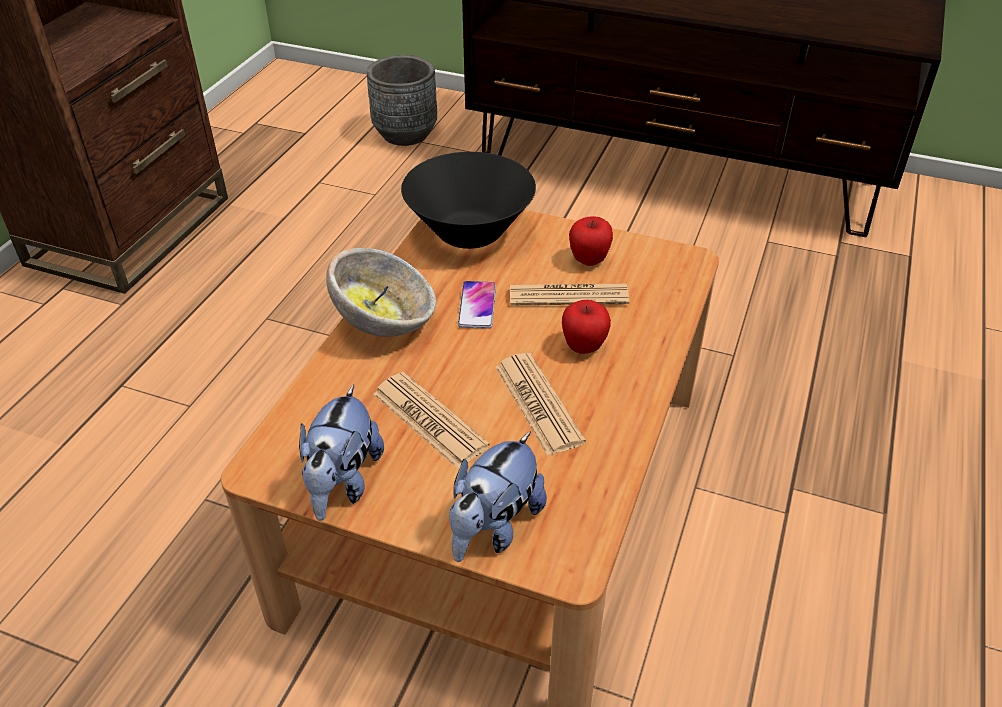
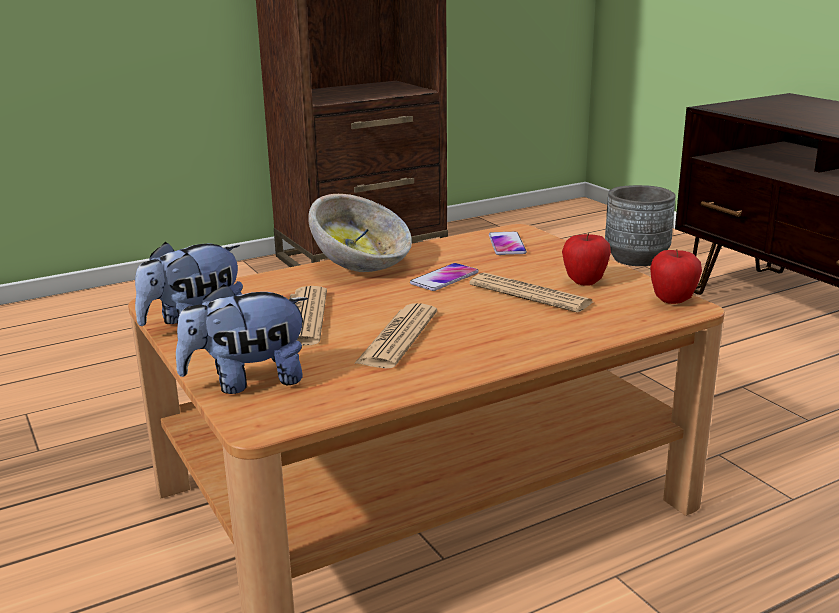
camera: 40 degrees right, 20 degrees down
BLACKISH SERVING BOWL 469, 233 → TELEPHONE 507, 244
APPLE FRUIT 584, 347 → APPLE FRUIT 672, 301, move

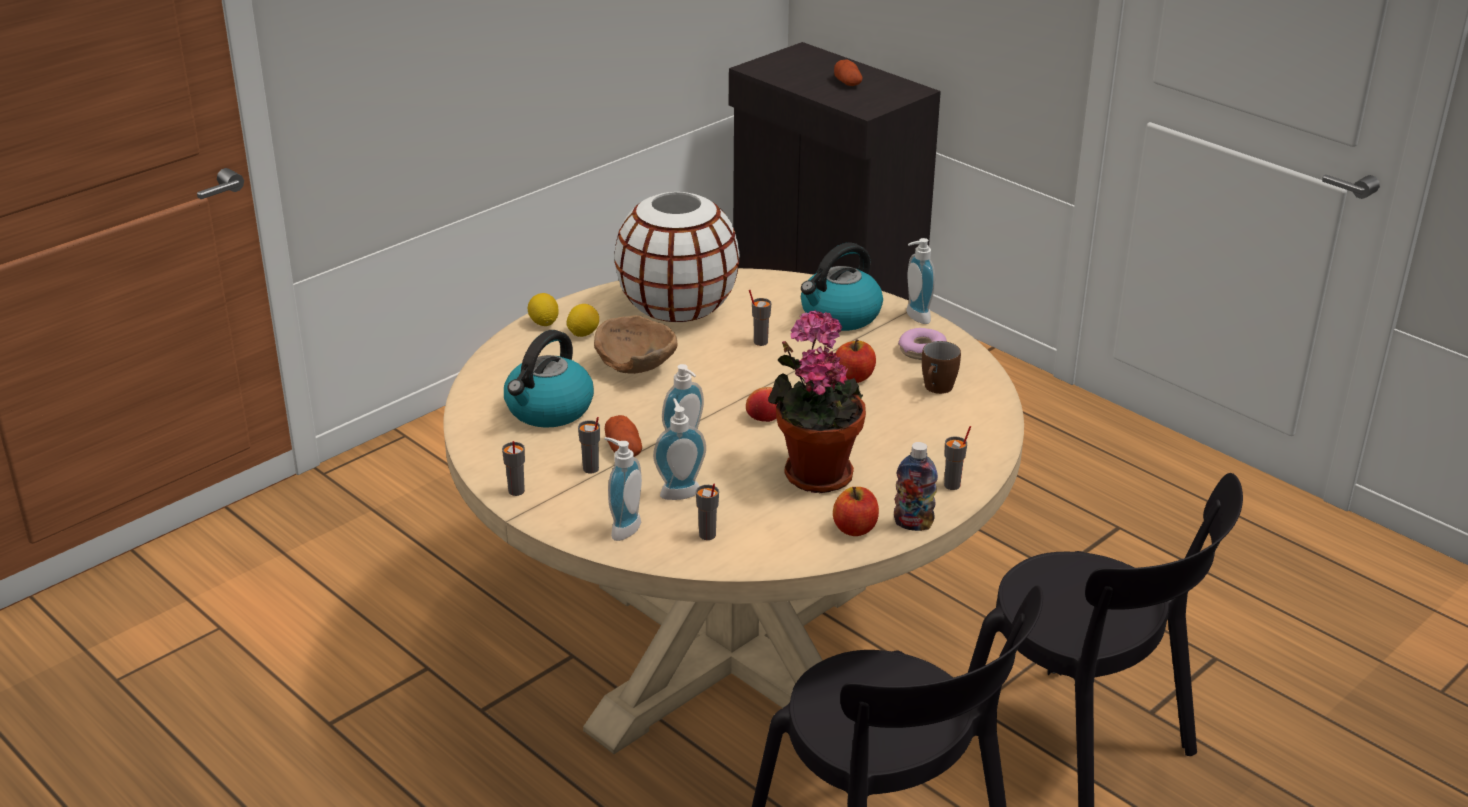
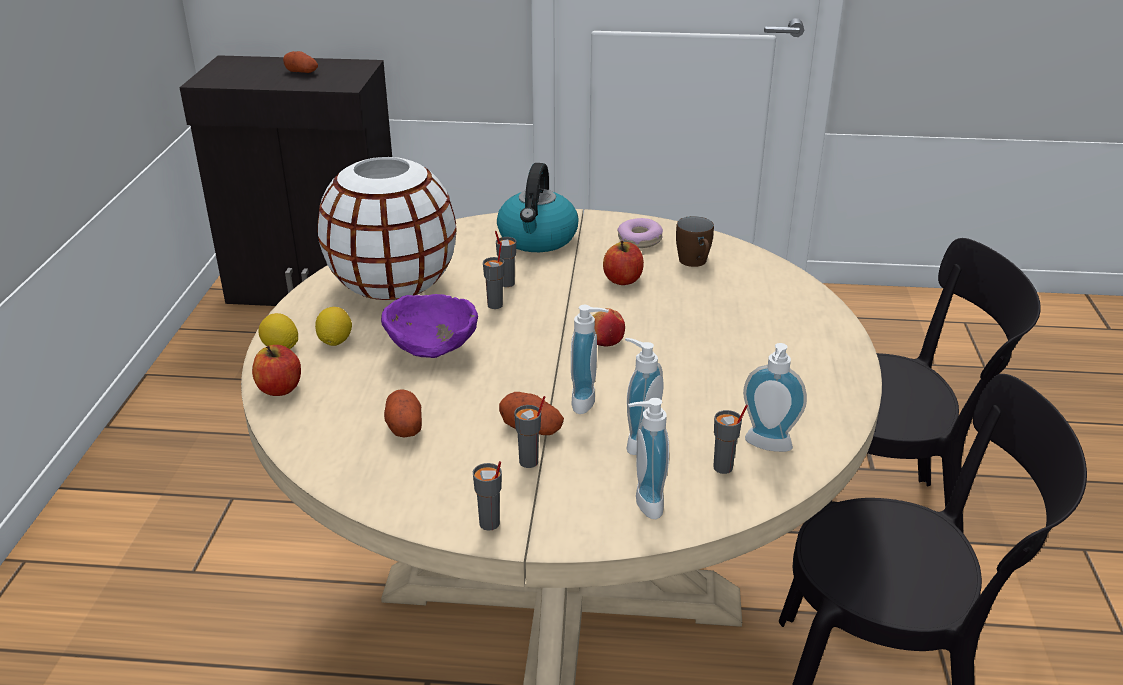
camera: 40 degrees left, 0 degrees up
LIQUID SOAP BOTTLE 914, 317 → LIQUID SOAP BOTTLE 767, 447, move
POTTED PLANT 814, 472 → -
BROWN-COLOURED SERVING BOWL 638, 368 → PURPLE-COLOURED SERVING BOWL 434, 349
TEA KETTLE 548, 410 → POTATO 404, 426
GREY SMALL CUP 952, 485 → GREY SMALL CUP 495, 305, move
DRINK BOTTLE 913, 524 → -
APPLE FRUIT 855, 528 → APPLE FRUIT 280, 388, move

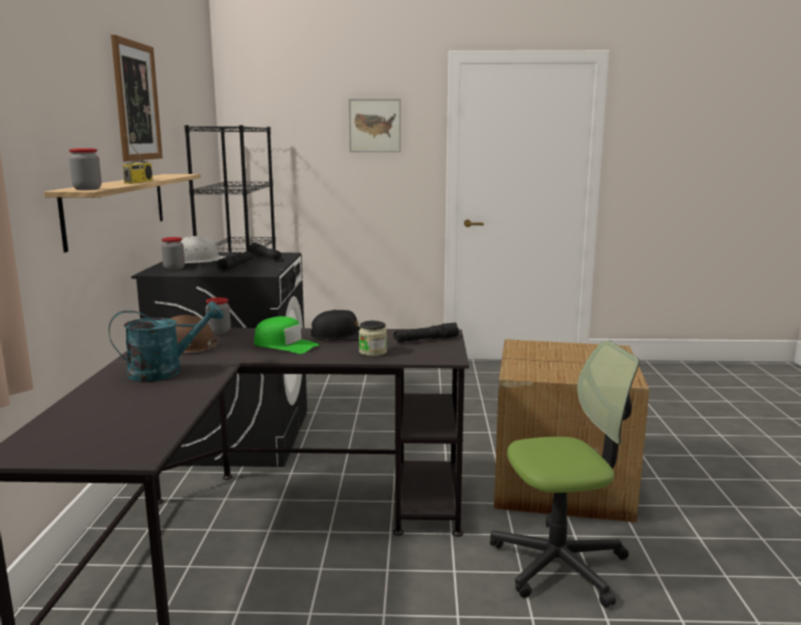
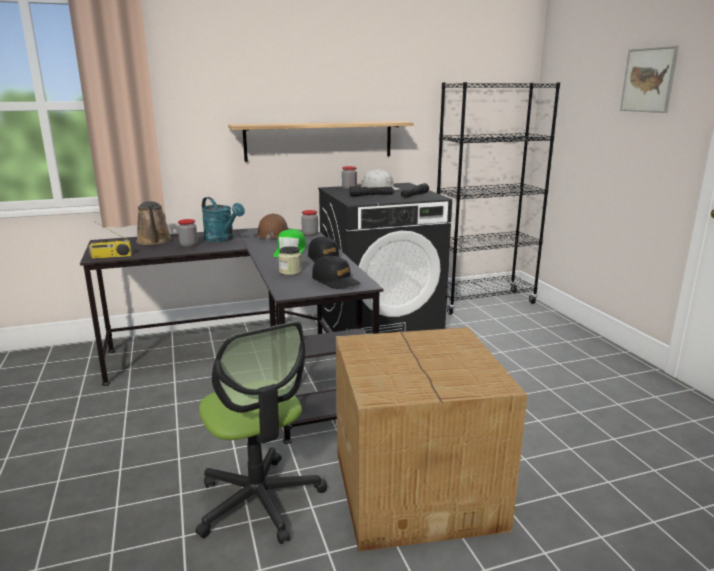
camera: 70 degrees right, 5 degrees up
PICTURE 136, 101 → -
RADIO RECEIVER 139, 182 → RADIO RECEIVER 111, 256, move
PRESERVE JAR 87, 189 → PRESERVE JAR 189, 245, move
BLACKISH HAND TORCH 426, 340 → BLACKISH CAP 336, 281
- → BROWN-COLOURED SPRINKLING CAN 154, 241

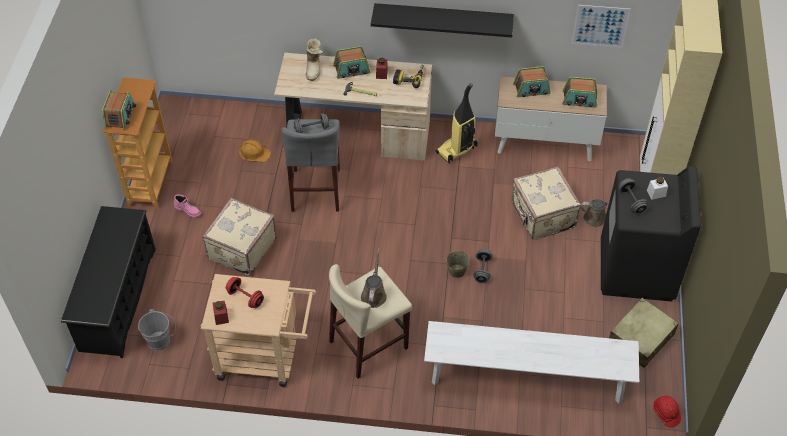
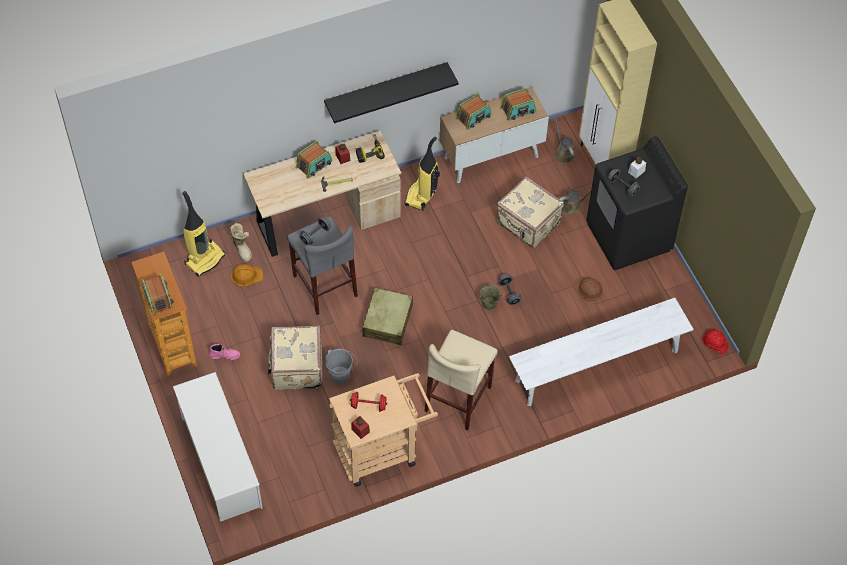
camera: 30 degrees left, 5 degrees up
PICTURE 600, 26 → -
HIGH-TOP BOOT 314, 68 → HIGH-TOP BOOT 242, 249, move
BLACKISH SHOE RACK 117, 299 → WHITE-COLOURED SHOE RACK 221, 461
BROWN-COLOURED SPRINKLING CAN 374, 294 → BROWN-COLOURED SPRINKLING CAN 563, 153, move
BEIGE-COLOURED TRAVEL CASE 641, 338 → BEIGE-COLOURED TRAVEL CASE 388, 321, move
GREY WATER BUCKET 161, 341 → GREY WATER BUCKET 341, 374, move
- → VACUUM CLEANER 204, 259
- → BROWN-COLOURED SAFETY HELMET 588, 289

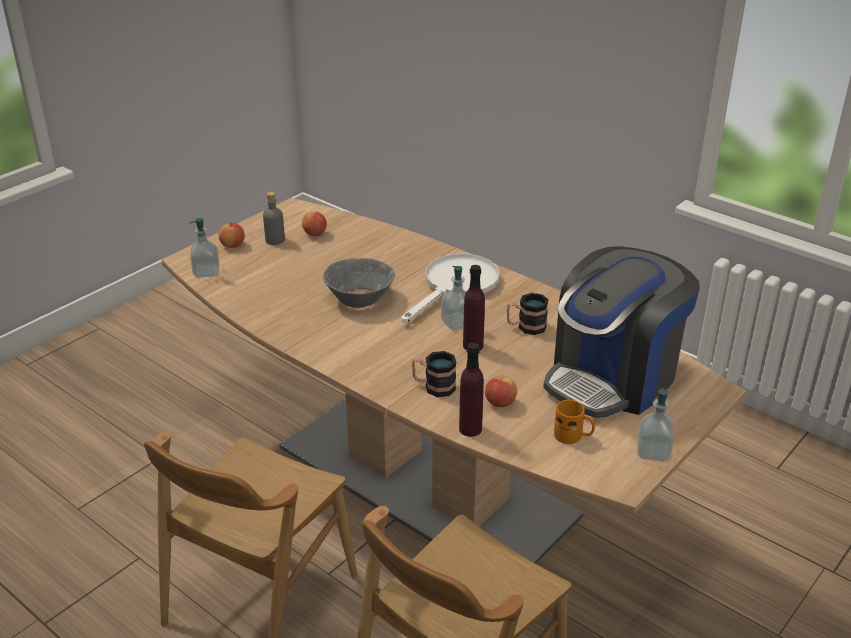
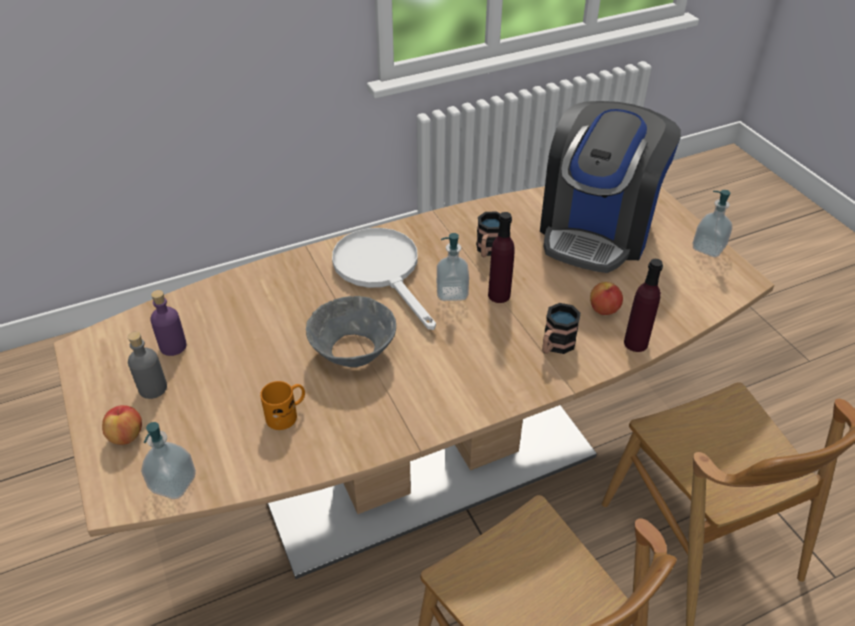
camera: 65 degrees left, 10 degrees up
APPLE FRUIT 315, 234 → PURPLE-COLOURED DRINK BOTTLE 173, 346
COFFEE MACHINE 613, 378 → COFFEE MACHINE 597, 230, 45 degrees clockwise
ORANGE COFFEE MUG 573, 436 → ORANGE COFFEE MUG 287, 414, move

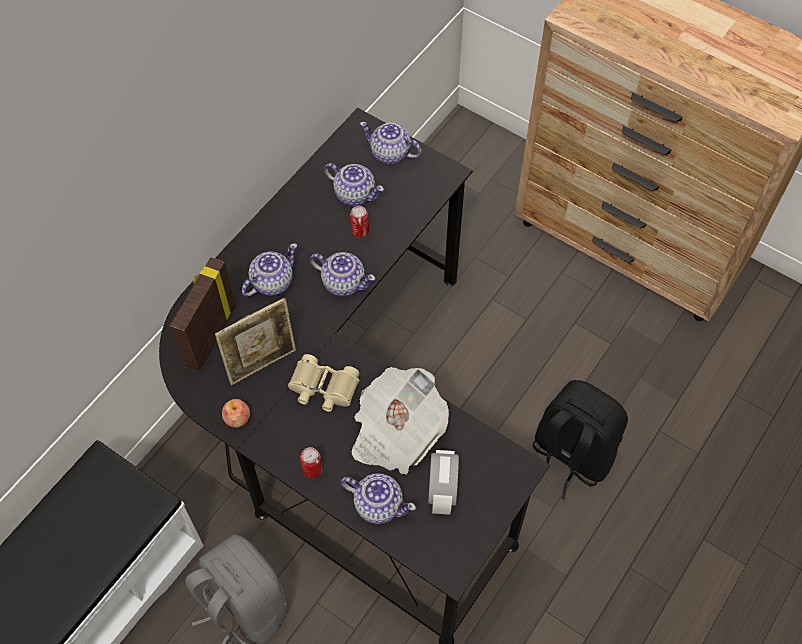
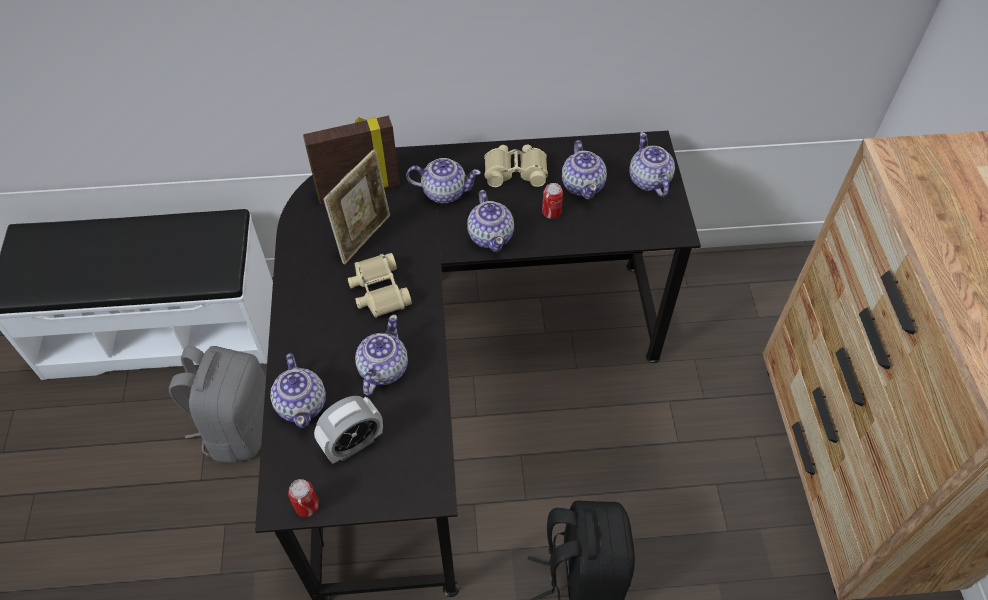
camera: 50 degrees right, 5 degrees down
PHOTO FRAME 262, 363 → PHOTO FRAME 364, 237, 75 degrees counterclockwise
NEWSPAPER 396, 432 → TEAPOT 382, 369
APPLE FRUIT 237, 418 → -
CAN 312, 469 → CAN 307, 506, move
- → BEIGE-COLOURED PAIR OF BINOCULARS 515, 171

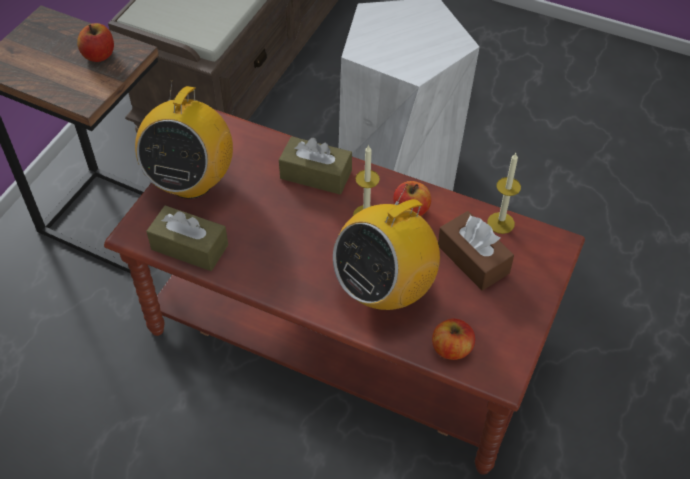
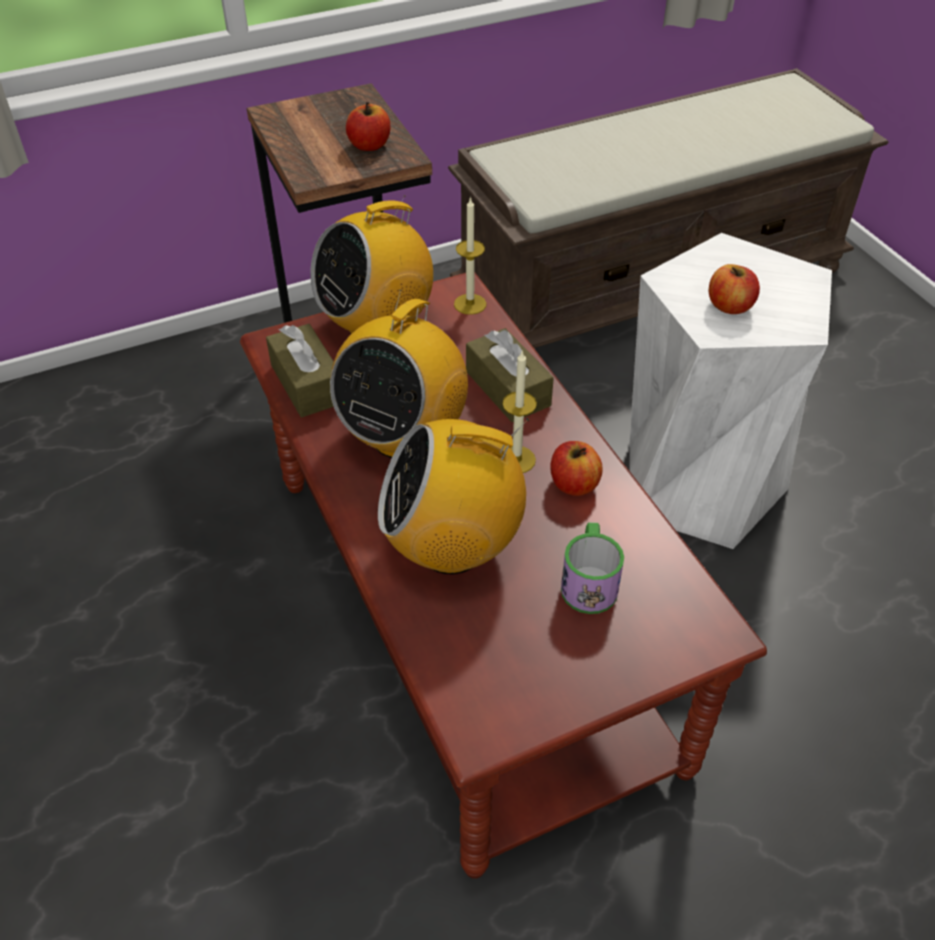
camera: 40 degrees right, 5 degrees down
CANDLE 501, 223 → CANDLE 470, 304, move
BROWN-COLOURED TISSUE BOX 473, 259 → COFFEE MUG 589, 581
APPLE FRUIT 451, 348 → APPLE FRUIT 730, 306, move
- → RADIO RECEIVER 403, 435

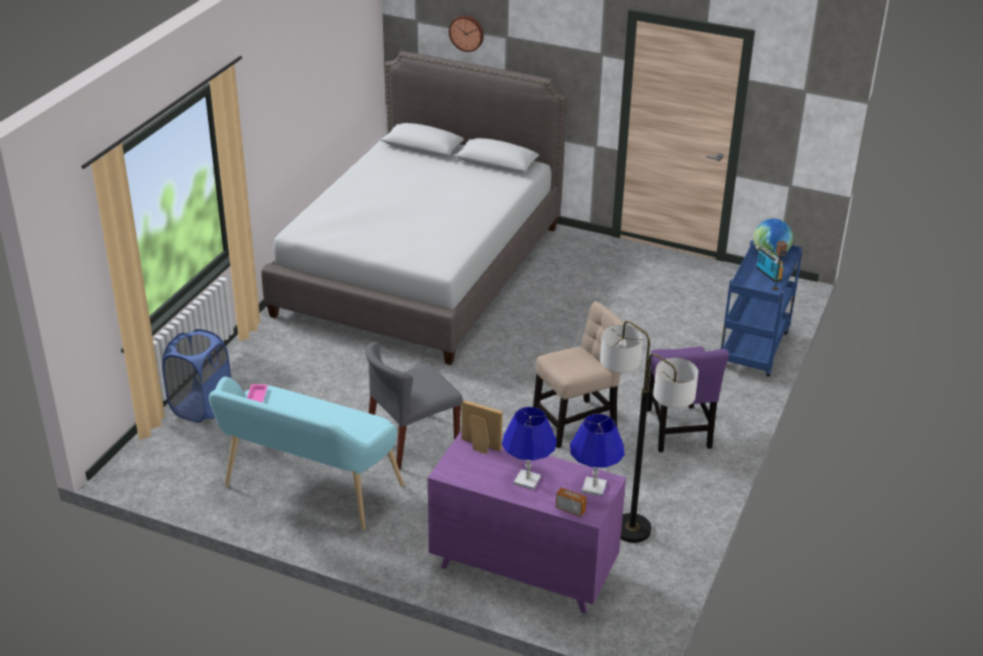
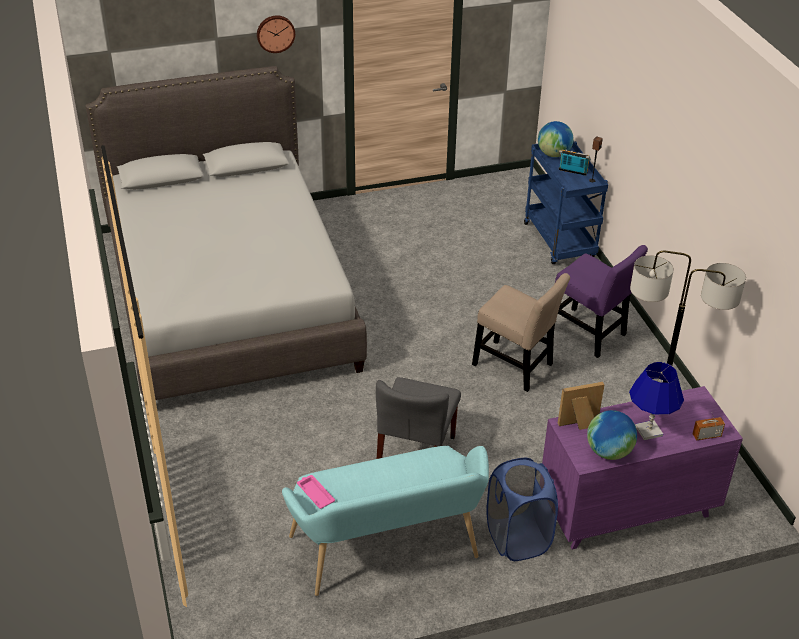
camera: 40 degrees left, 5 degrees up
HANGING CLOCK 467, 33 → HANGING CLOCK 275, 33, move
BEIGE-COLOURED UPRIGHT CHAIR 577, 422 → BEIGE-COLOURED UPRIGHT CHAIR 515, 366, 105 degrees clockwise
BLUE LAUNDRY BASKET 201, 406 → BLUE LAUNDRY BASKET 517, 538, move
BLUE LAMP FOR A TABLE 594, 487 → -
- → GLOBE 609, 452

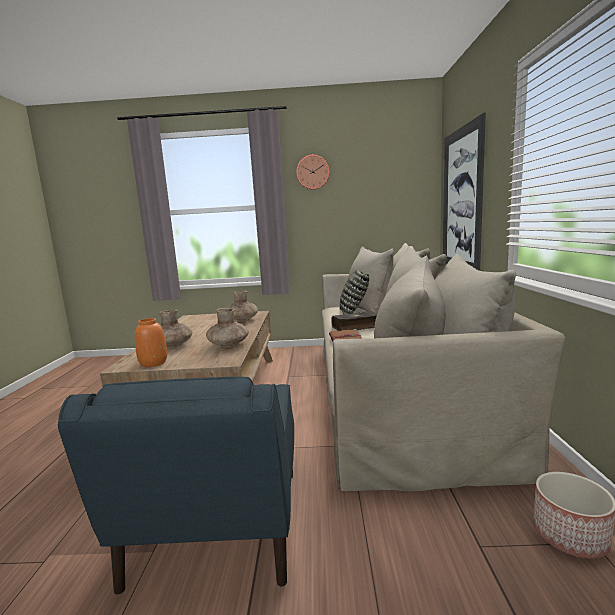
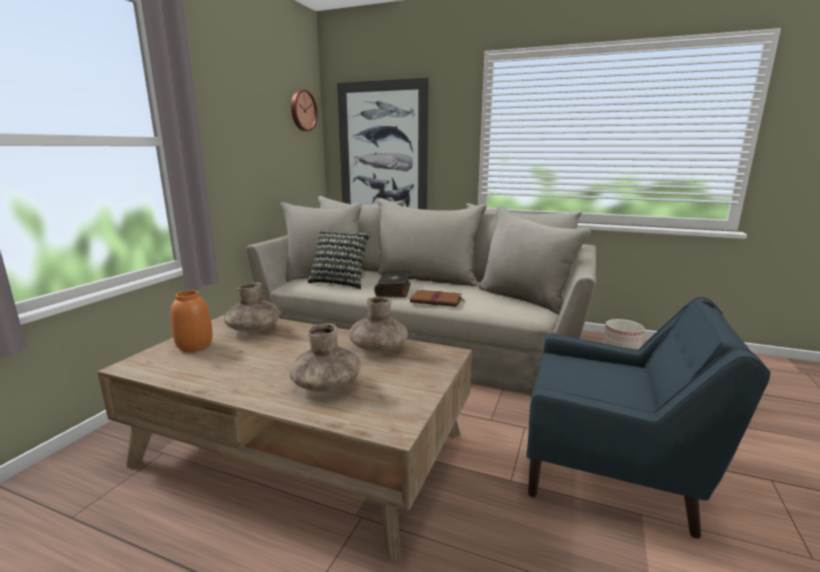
camera: 70 degrees left, 5 degrees up
HANGING CLOCK 313, 172 → HANGING CLOCK 302, 110, move
ORANGE DECORATIVE VASE 153, 363 → ORANGE DECORATIVE VASE 194, 346, move

